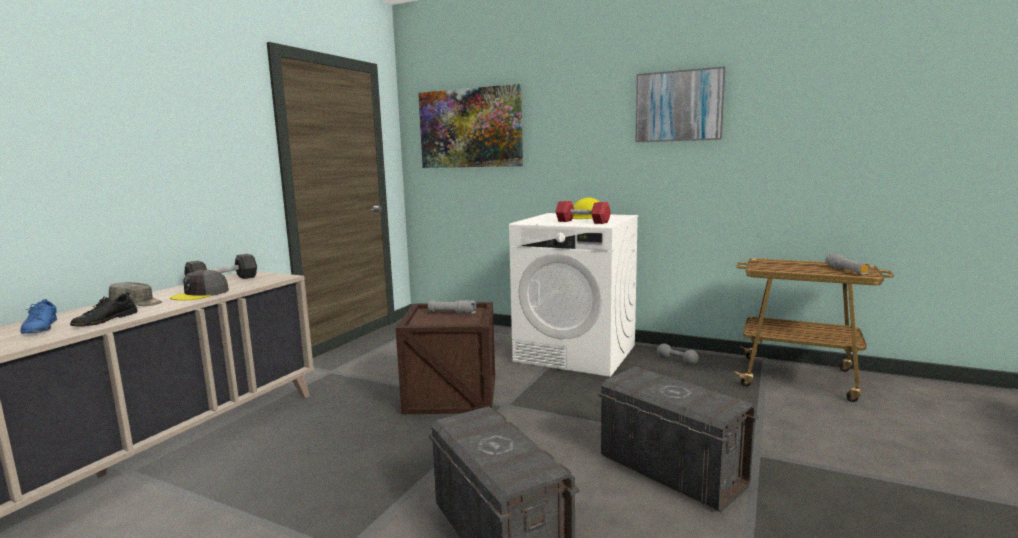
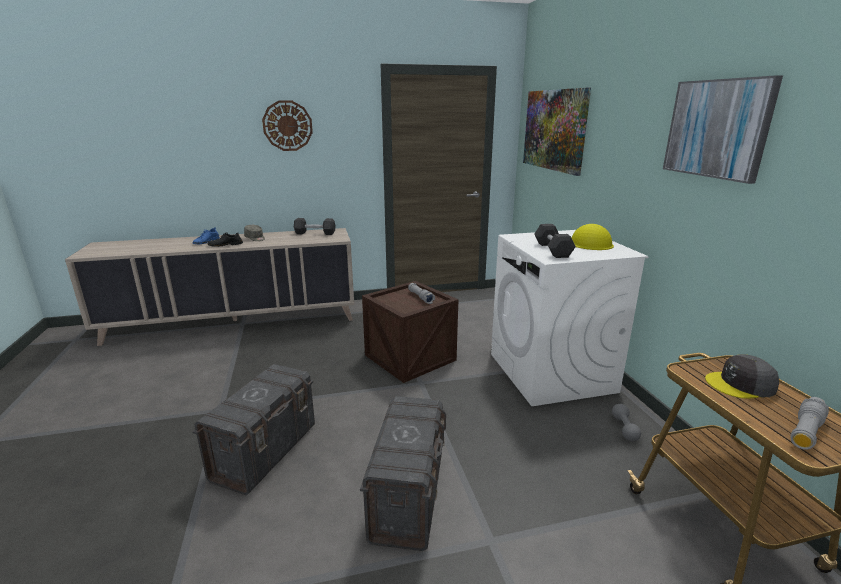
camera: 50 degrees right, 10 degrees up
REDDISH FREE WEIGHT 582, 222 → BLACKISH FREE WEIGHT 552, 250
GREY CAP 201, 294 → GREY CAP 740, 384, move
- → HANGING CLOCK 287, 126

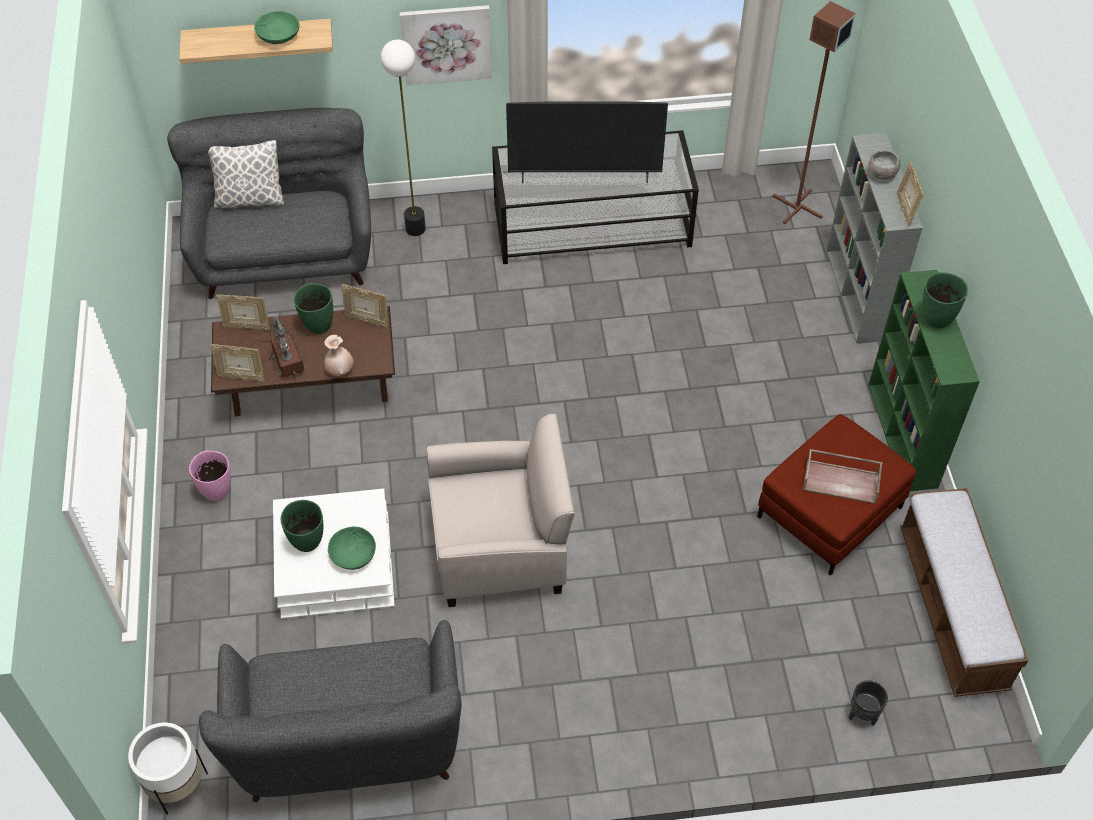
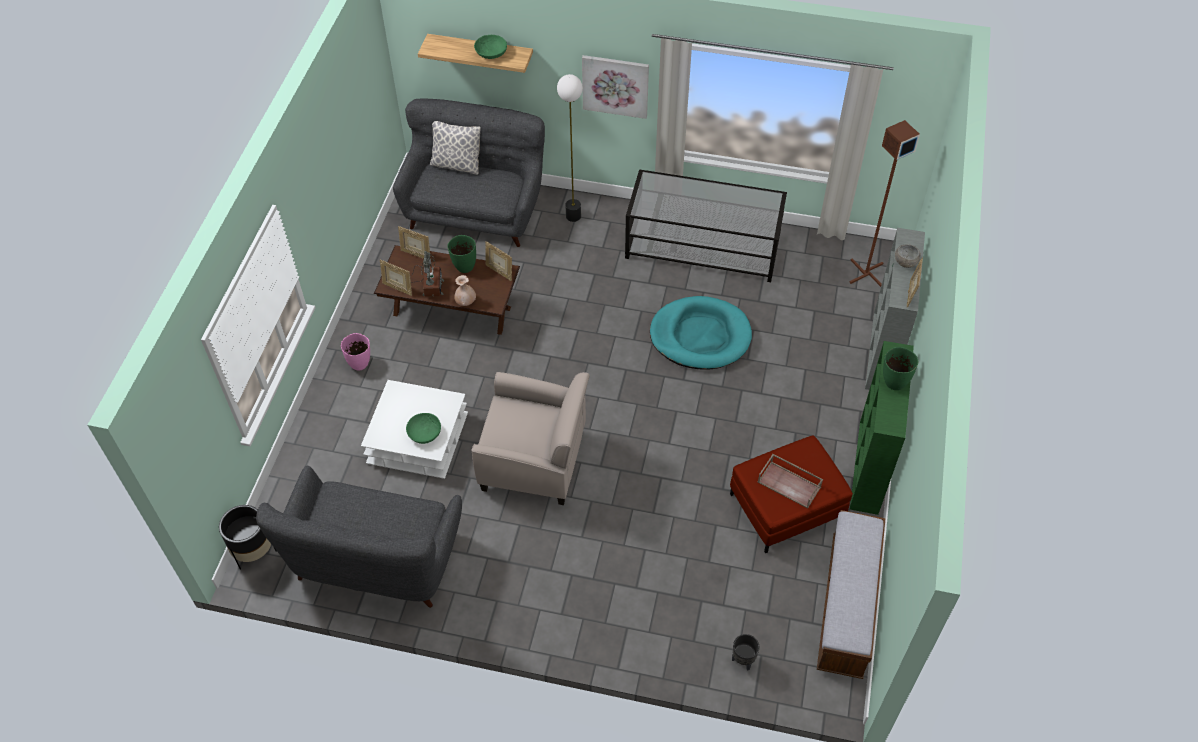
camera: 20 degrees right, 0 degrees up
TELEVISION 584, 176 → -
GREEN DECORATIVE VASE 308, 542 → -
WHITE-COLOURED PLANT POT 177, 784 → BLACKISH PLANT POT 254, 551
- → BLUE-GREEN PET BED 700, 336

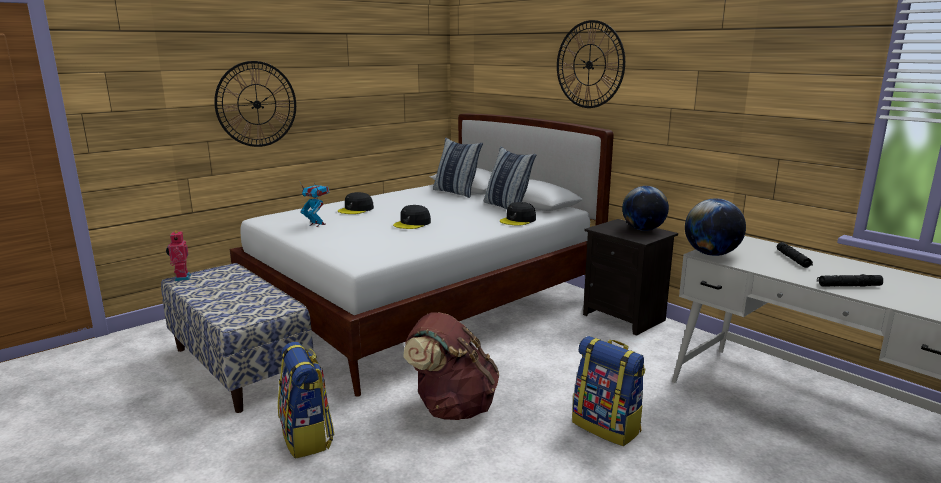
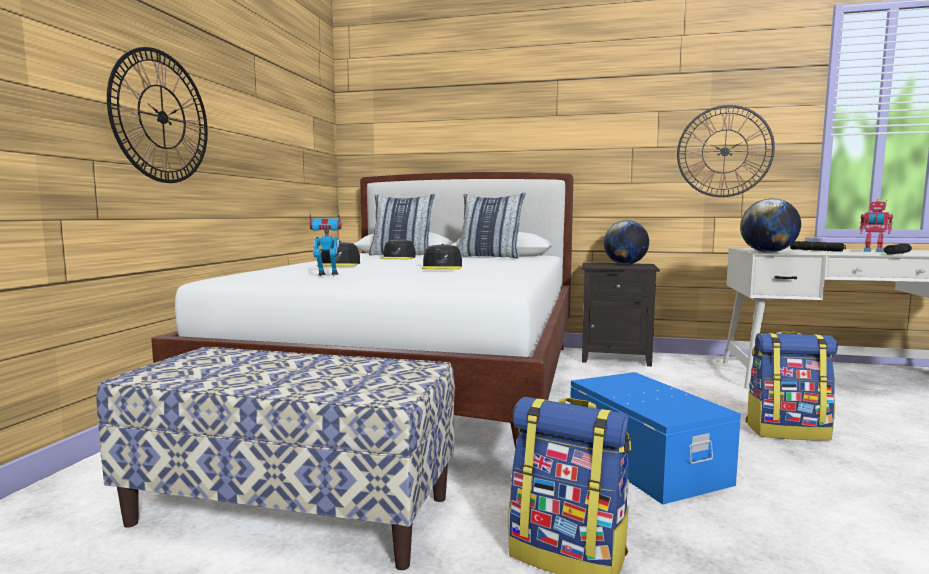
camera: 35 degrees left, 10 degrees down
HANGING CLOCK 589, 65 → HANGING CLOCK 724, 151, move
BLACKISH CAP 518, 220 → BLACKISH CAP 398, 258, move
ROBOT FIGURE 181, 278 → ROBOT FIGURE 873, 251, move
BROWN-COLOURED RUCKSACK 452, 407 → BLUE STORAGE BOX 646, 461

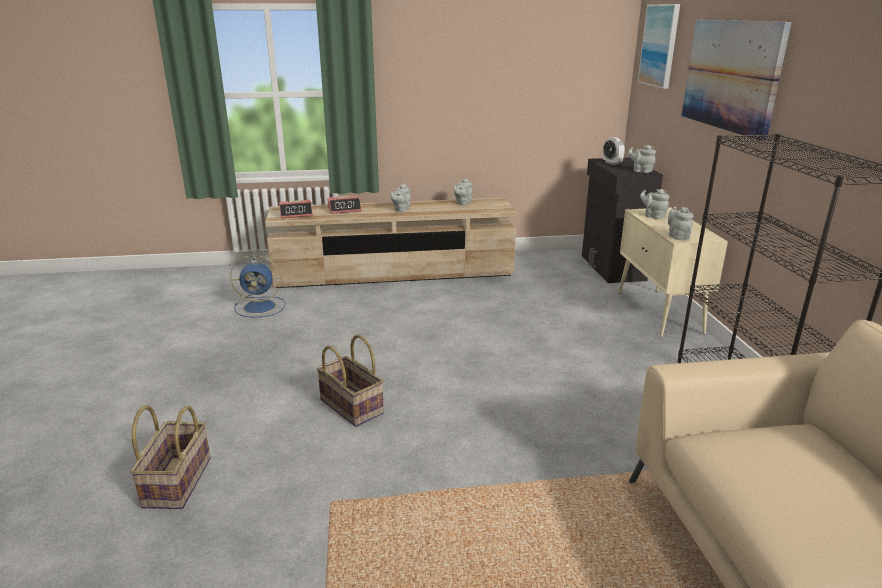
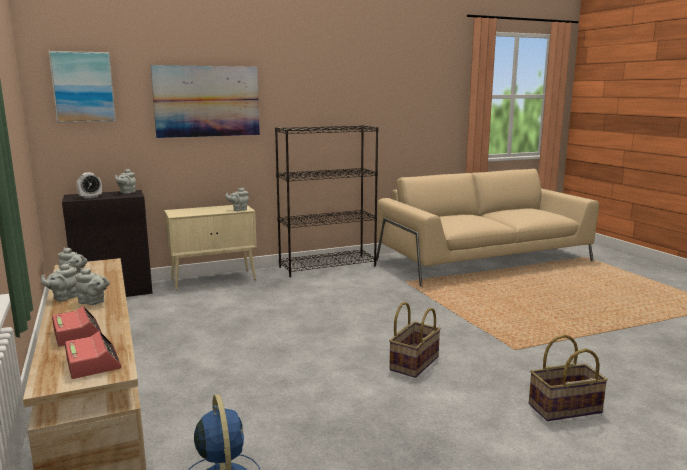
camera: 105 degrees left, 10 degrees down
GREY TEAPOT 653, 216 → GREY TEAPOT 63, 298, move

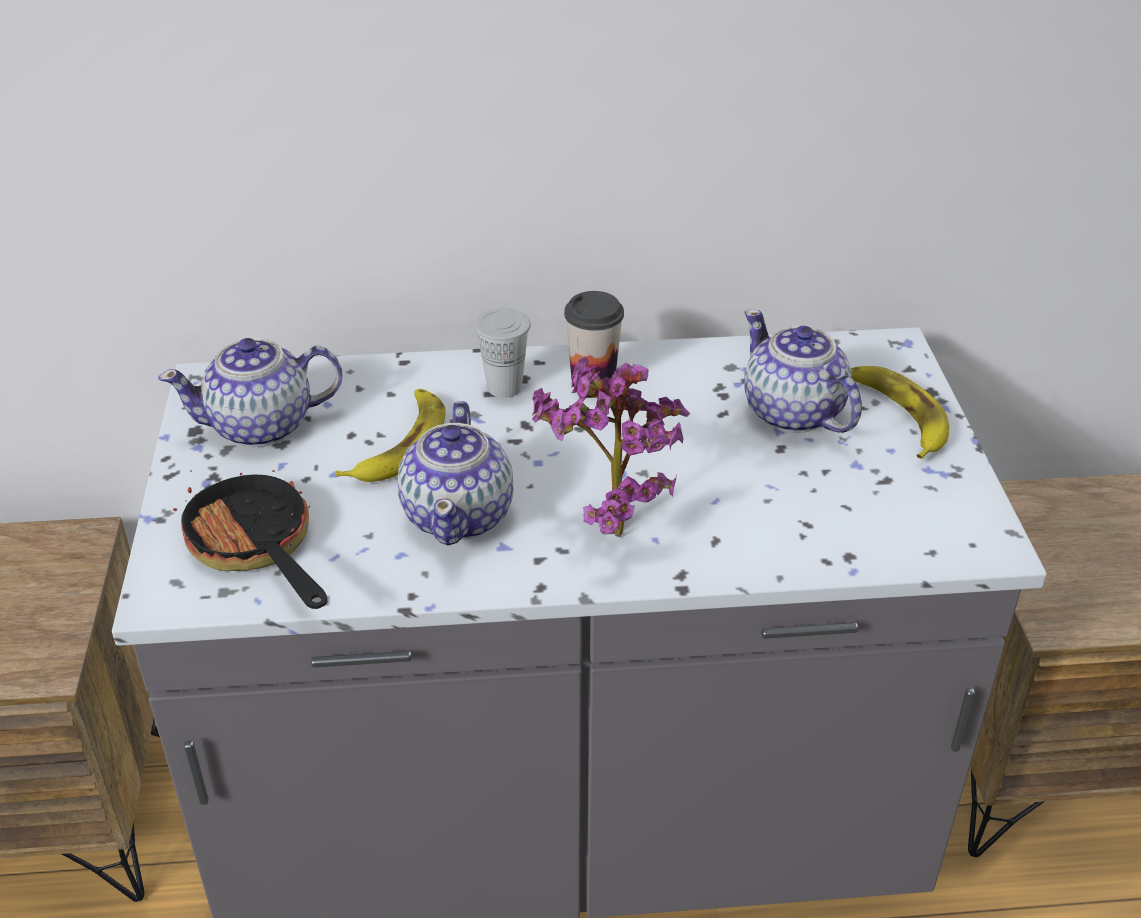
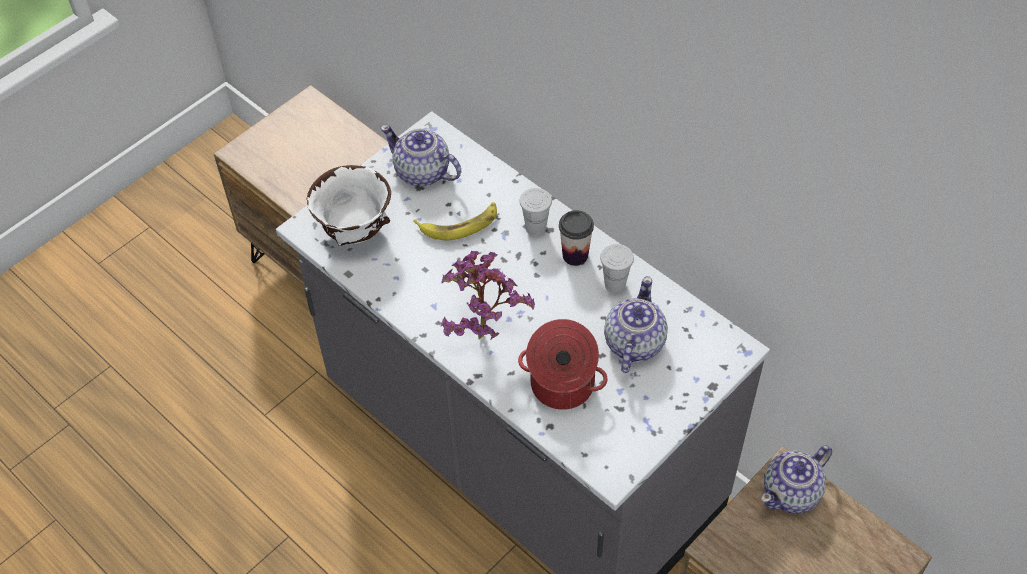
camera: 50 degrees right, 15 degrees up
BANANA 897, 416 → -
TEAPOT 459, 515 → TEAPOT 792, 492, move
FRYING PAN 256, 548 → WHITE-COLOURED SERVING BOWL 354, 232
- → WHITE-COLOURED SMALL CUP 615, 284
- → STOCKPOT 561, 386

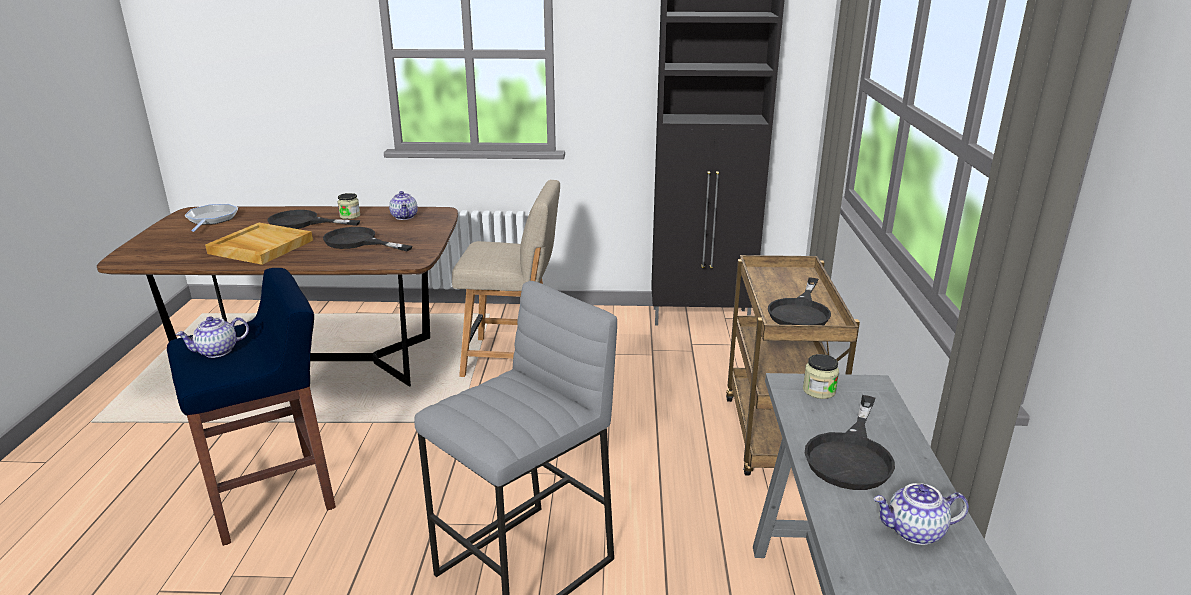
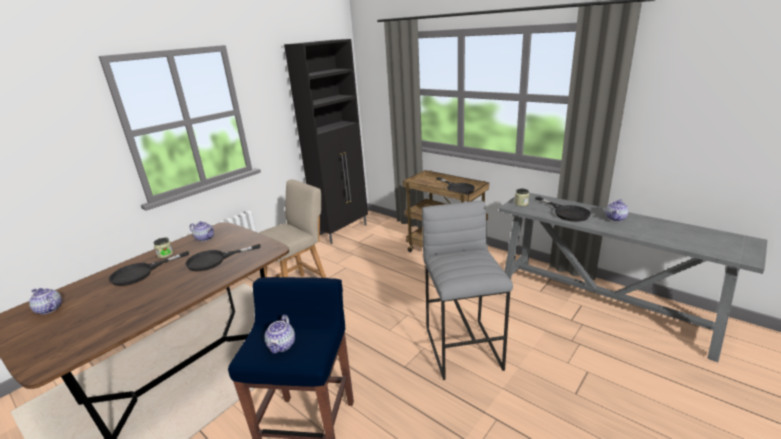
camera: 50 degrees left, 0 degrees up
FRYING PAN 211, 219 → TEAPOT 49, 309
BEIGE-COLOURED SERVING TRAY 260, 247 → -

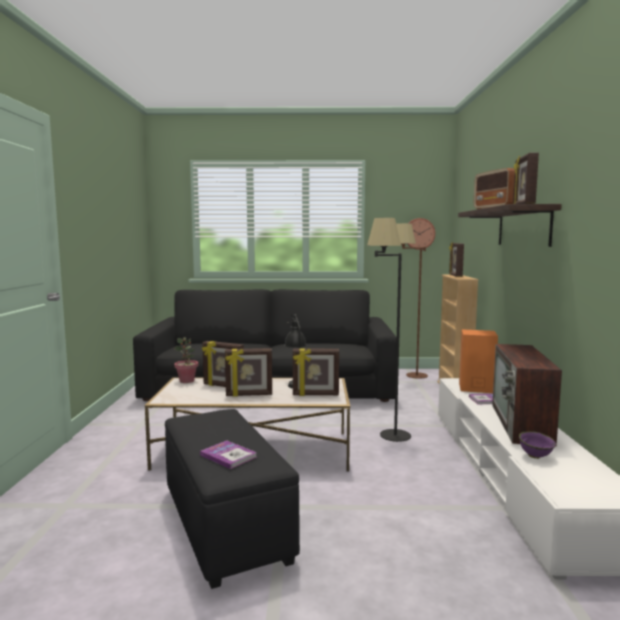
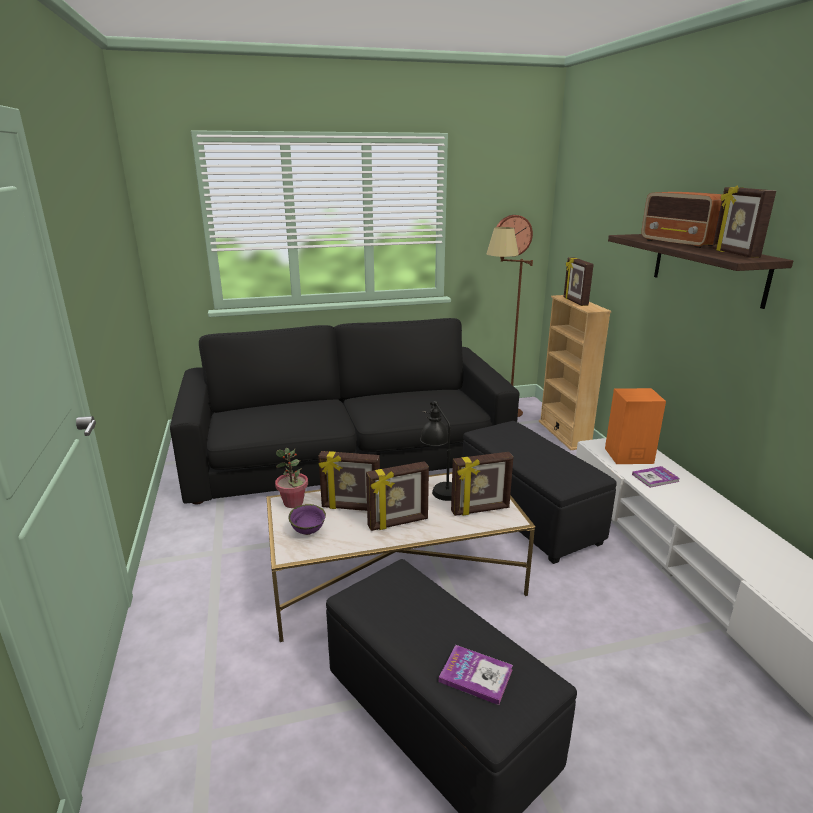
camera: 15 degrees left, 15 degrees up
BLACKISH FLOOR LAMP 386, 430 → BLACKISH OTTOMAN 529, 516
TELEVISION 522, 424 → -
PURPLE-COLOURED SERVING BOWL 535, 456 → PURPLE-COLOURED SERVING BOWL 308, 531, move

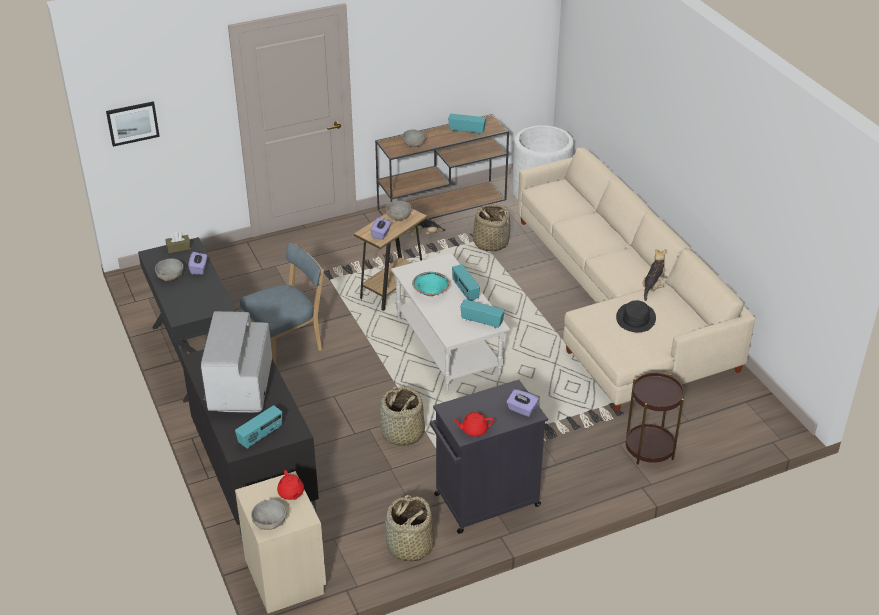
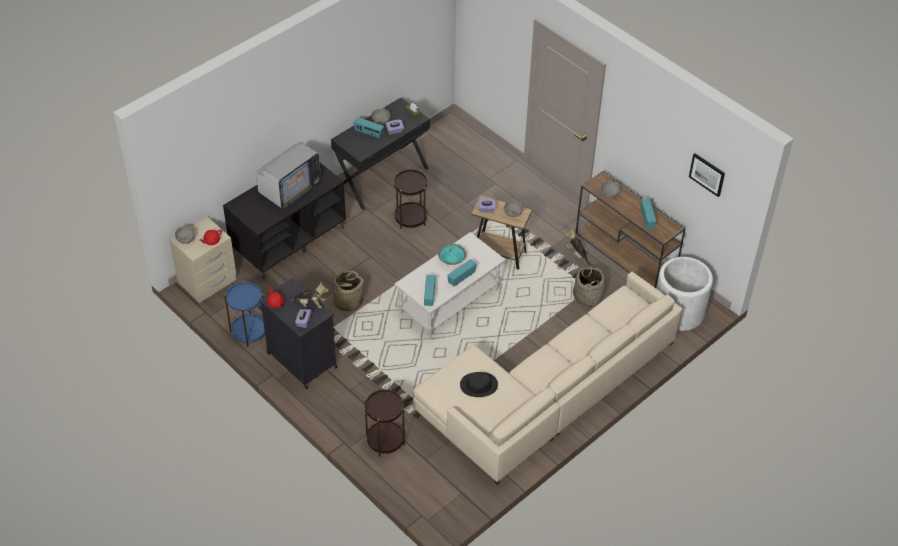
camera: 70 degrees right, 10 degrees up
PICTURE 132, 123 → PICTURE 707, 174, move
BLUE UPRIGHT CHAIR 288, 346 → BROWN-COLOURED END TABLE 411, 218
SOFT TOY 653, 287 → SOFT TOY 310, 304, move
TELEVISION 240, 387 → TELEVISION 290, 189, 150 degrees clockwise
RADIO RECEIVER 261, 436 → RADIO RECEIVER 369, 133, move
STORAGE BASKET 409, 546 → BLUE END TABLE 249, 332

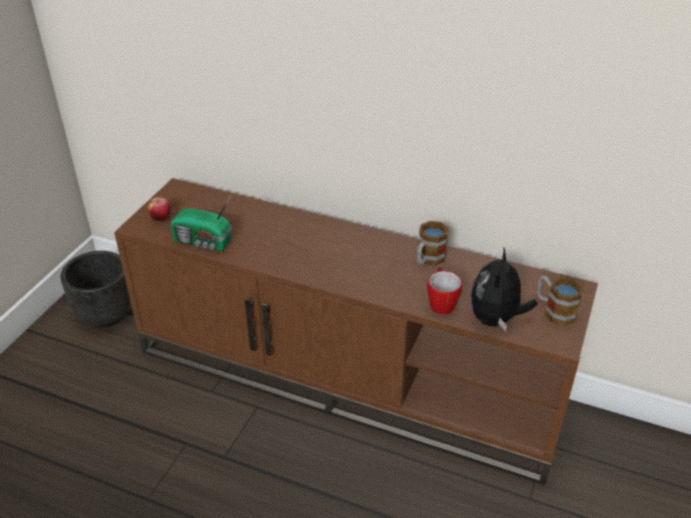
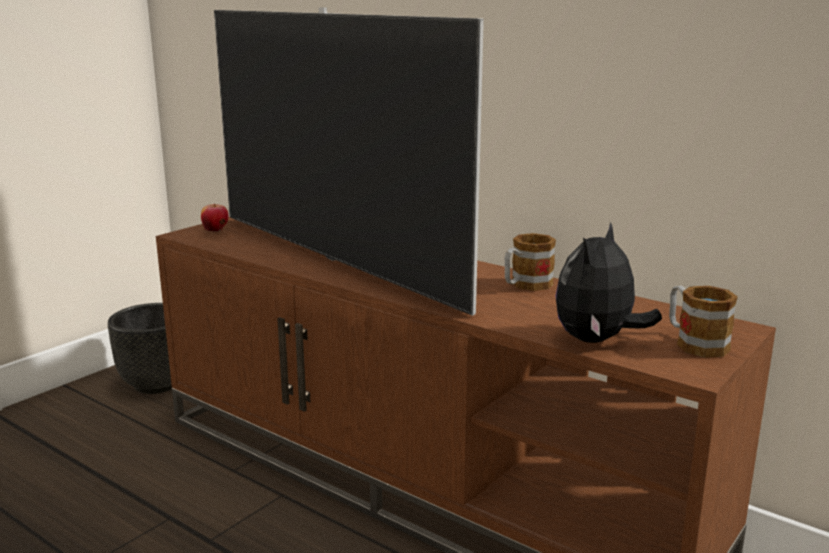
camera: 15 degrees right, 20 degrees down
RADIO RECEIVER 203, 242 → -
COFFEE MUG 441, 303 → -
- → TELEVISION 333, 259

